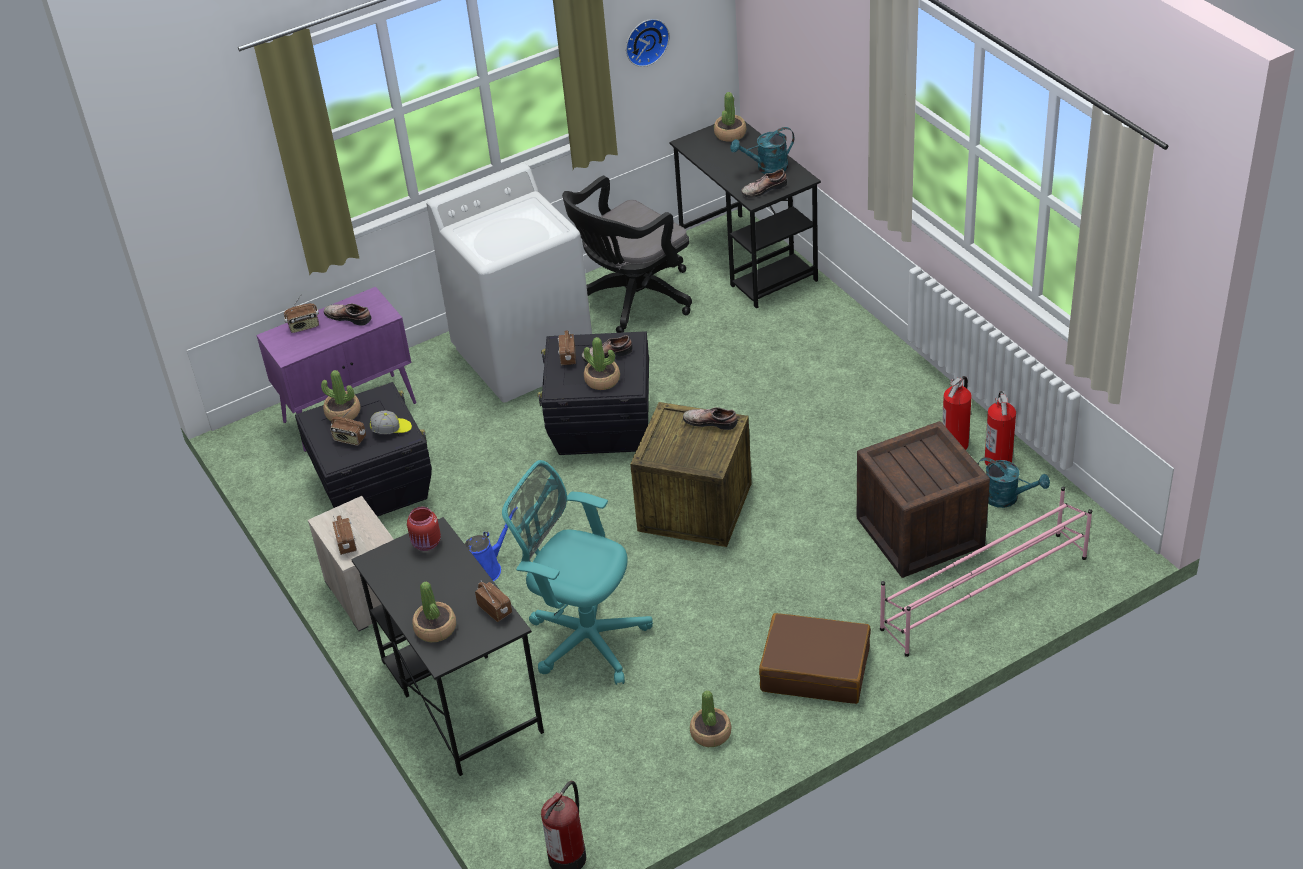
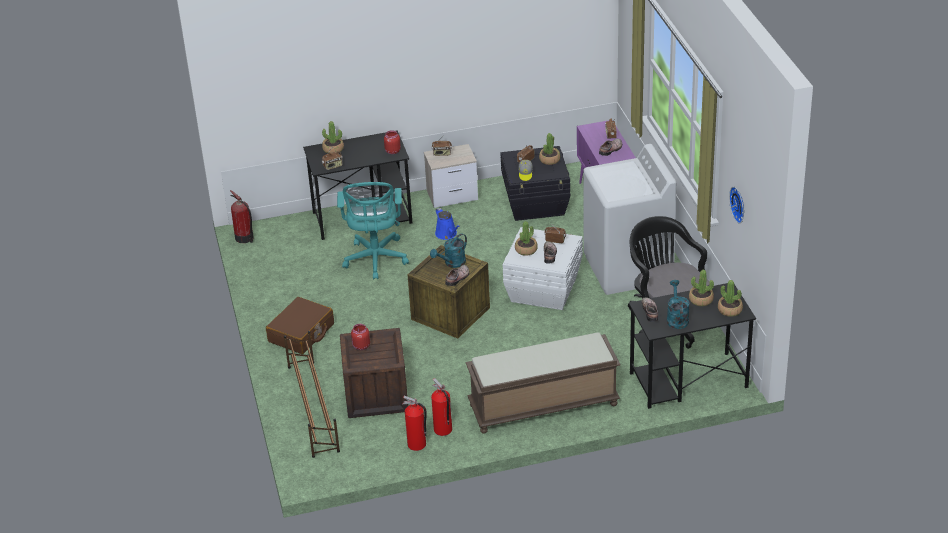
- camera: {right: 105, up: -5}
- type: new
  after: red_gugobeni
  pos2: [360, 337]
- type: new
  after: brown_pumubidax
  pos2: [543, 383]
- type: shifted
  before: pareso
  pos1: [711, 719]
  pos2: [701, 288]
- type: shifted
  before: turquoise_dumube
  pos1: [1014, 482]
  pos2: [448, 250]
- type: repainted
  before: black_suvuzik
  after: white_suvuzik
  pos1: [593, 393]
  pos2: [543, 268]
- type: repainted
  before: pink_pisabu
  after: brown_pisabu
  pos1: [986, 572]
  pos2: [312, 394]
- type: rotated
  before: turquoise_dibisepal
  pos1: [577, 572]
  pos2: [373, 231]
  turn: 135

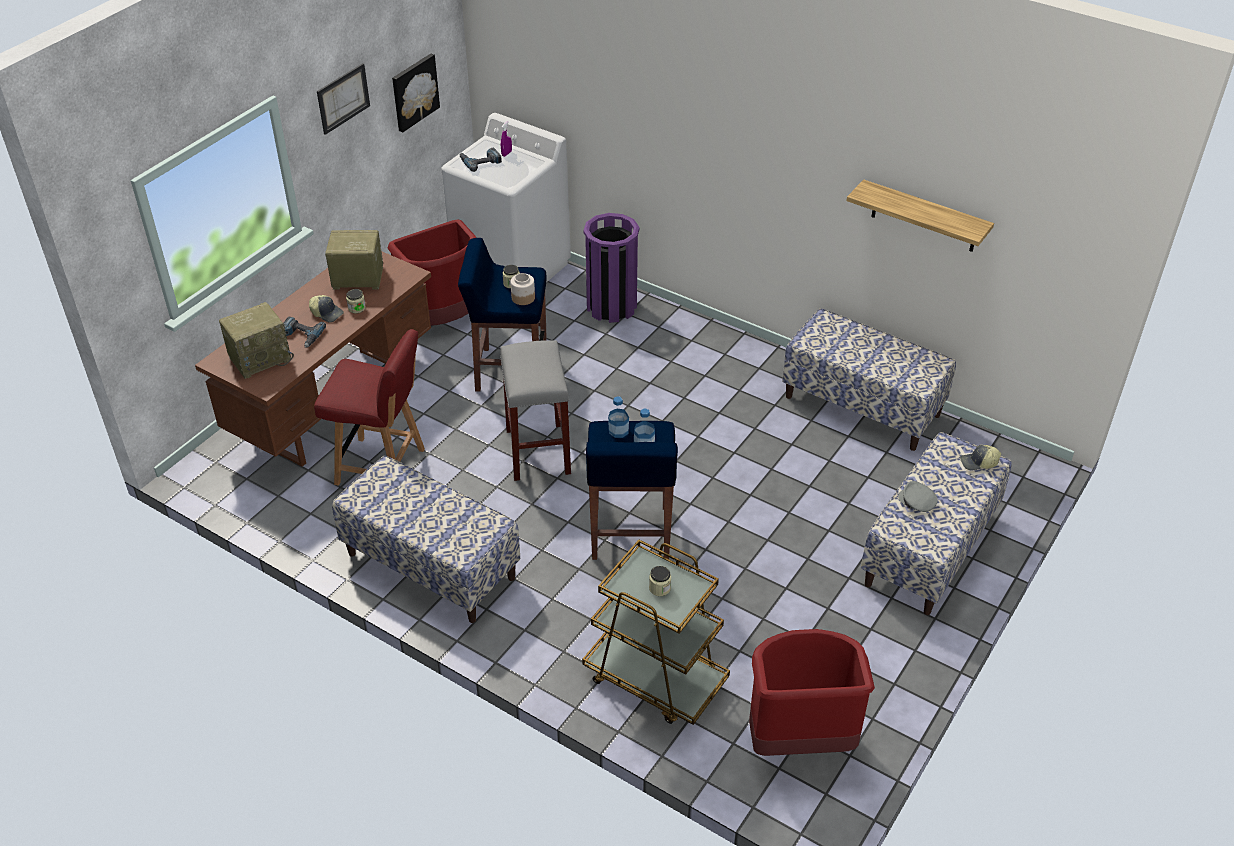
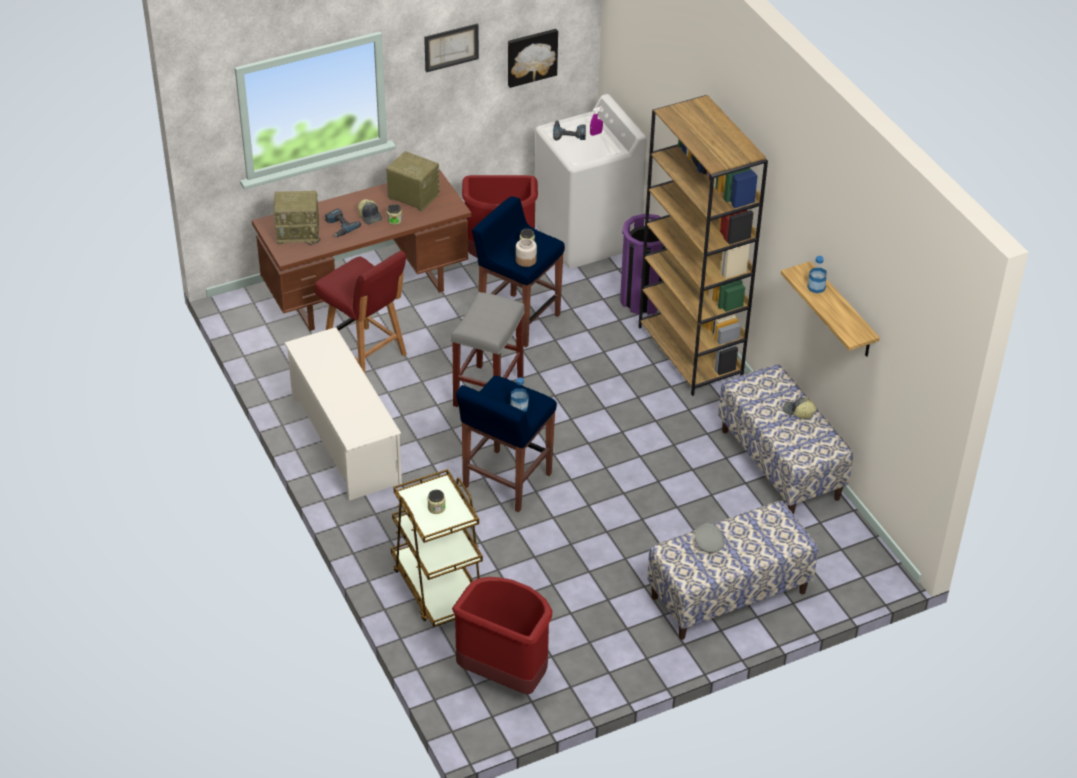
- camera: {right: 30, up: 0}
- type: new
  after: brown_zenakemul
  pos2: [703, 245]
- type: shifted
  before: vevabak
  pos1: [618, 417]
  pos2: [817, 274]
- type: shifted
  before: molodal
  pos1: [980, 457]
  pos2: [800, 408]
- type: swapped
  before: pumubidax
  after: white_pisabu
  pos1: [426, 539]
  pos2: [343, 413]

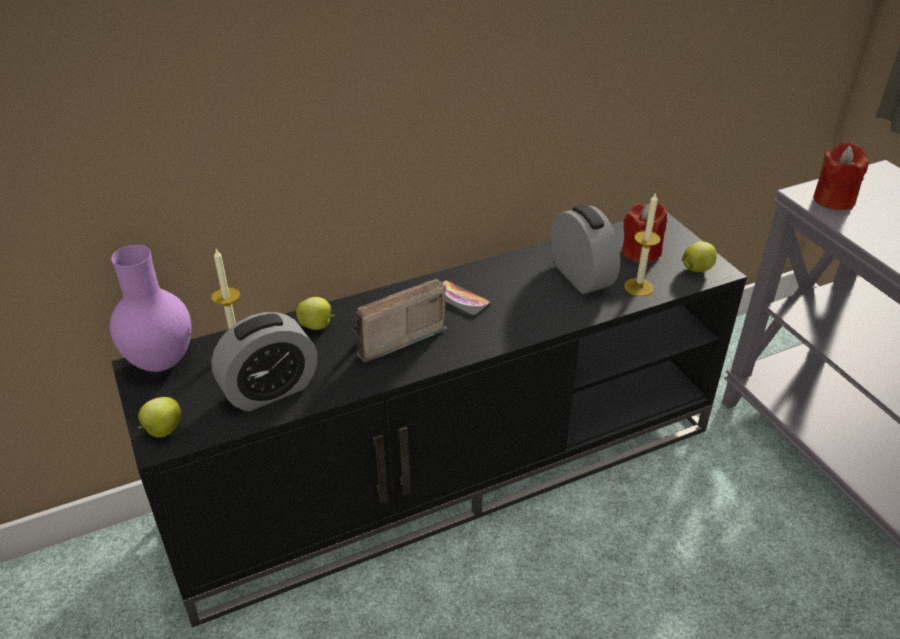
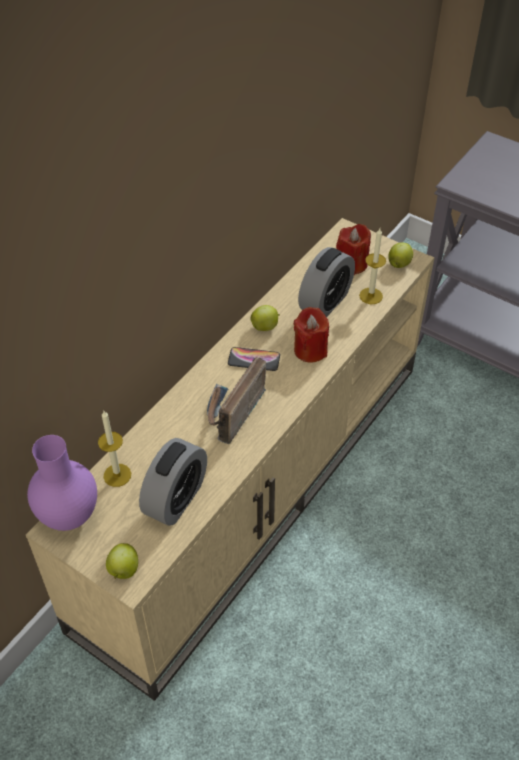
- camera: {right: -30, up: 10}
- type: shifted
  before: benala
  pos1: [315, 313]
  pos2: [265, 318]
- type: shifted
  before: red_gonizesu
  pos1: [841, 176]
  pos2: [311, 334]
- type: repainted
  before: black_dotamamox
  after: beige_dotamamox
  pos1: [429, 419]
  pos2: [230, 459]
- type: rotated
  before: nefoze
  pos1: [585, 249]
  pos2: [326, 282]
  turn: 90

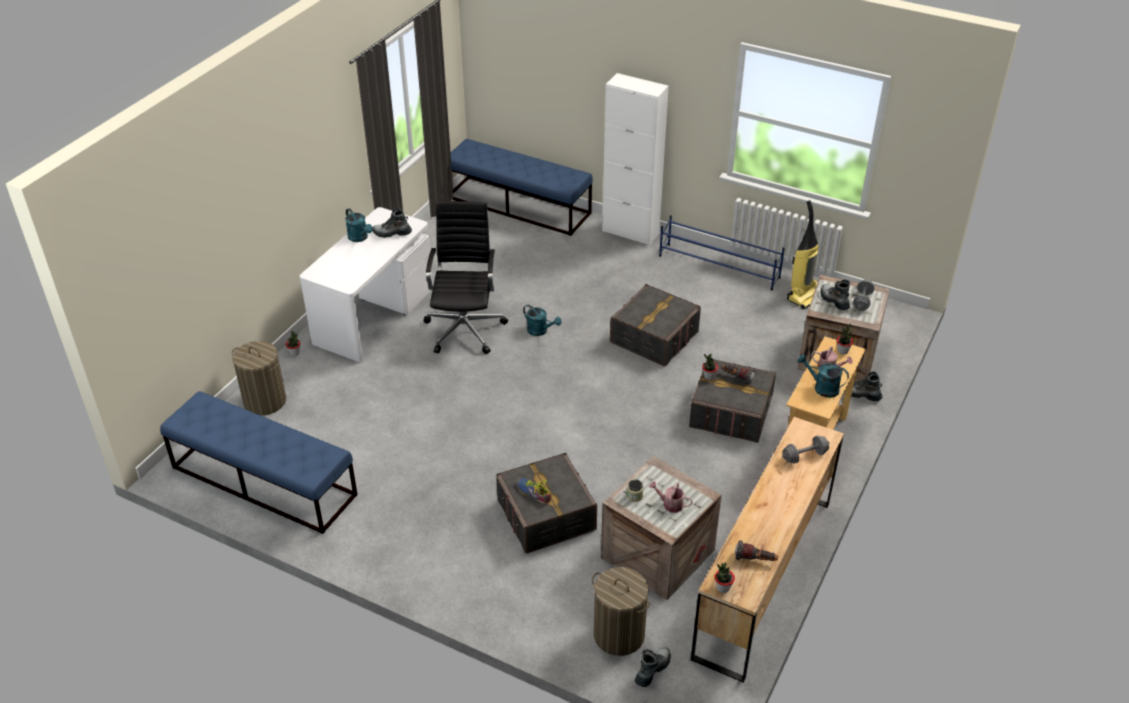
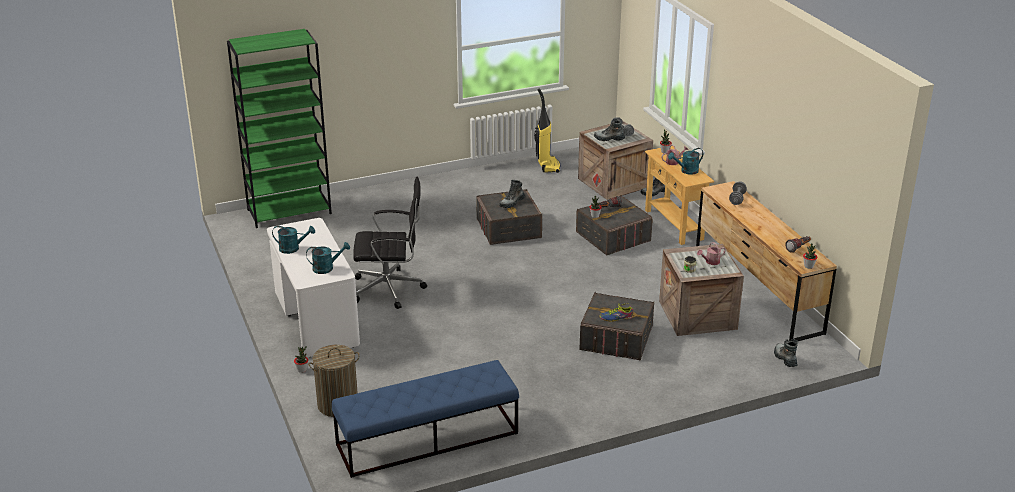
- camera: {right: -50, up: -10}
- type: gone
  before: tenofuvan
  pos1: [621, 611]
- type: gone
  before: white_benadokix
  pos1: [635, 159]
- type: gone
  before: blue_pisabu
  pos1: [722, 252]
- type: shifted
  before: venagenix
  pos1: [392, 223]
  pos2: [512, 194]
- type: shifted
  before: turquoise_dumube
  pos1: [542, 320]
  pos2: [328, 258]
- type: swapped
  before: blue_pumubidax
  after: green_zenakemul
  pos1: [522, 187]
  pos2: [279, 128]
- type: rotated
  before: black_dibisepal
  pos1: [466, 277]
  pos2: [390, 243]
  turn: 135

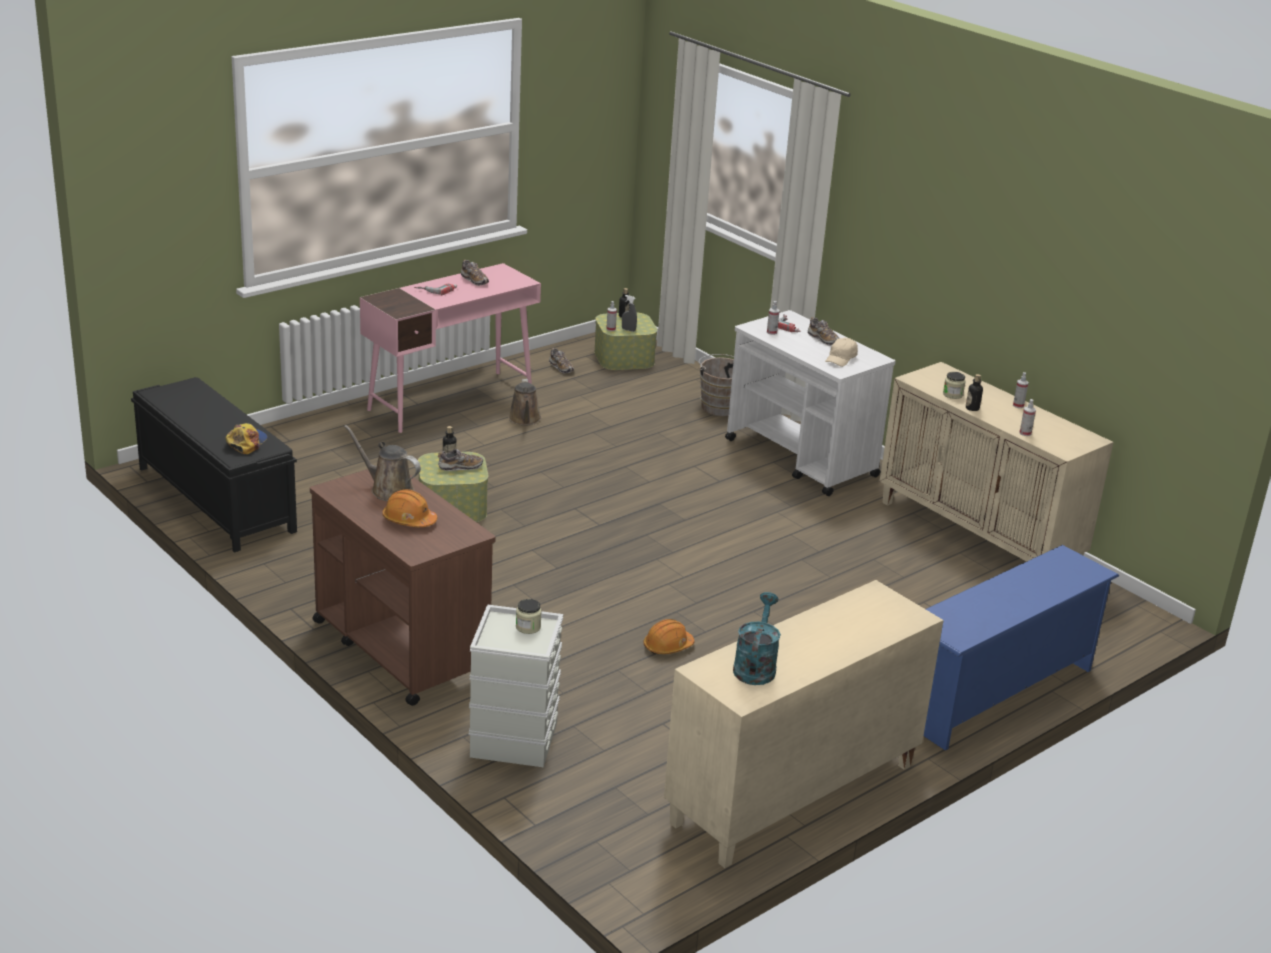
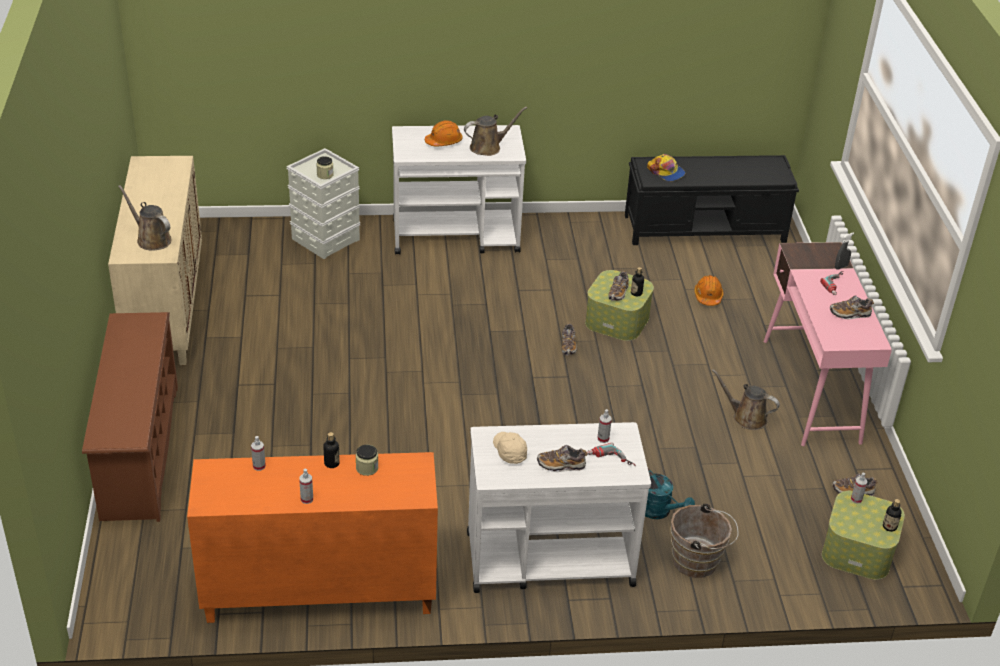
- camera: {right: 125, up: 10}
- type: new
  after: brown_dumube
  pos2: [145, 218]
- type: new
  after: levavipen
  pos2: [569, 339]
- type: shifted
  before: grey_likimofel
  pos1: [629, 313]
  pos2: [844, 250]
- type: shifted
  before: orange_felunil
  pos1: [668, 636]
  pos2: [709, 290]
- type: shifted
  before: turquoise_dumube
  pos1: [757, 638]
  pos2: [670, 494]
- type: repainted
  before: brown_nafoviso
  after: white_nafoviso
  pos1: [403, 587]
  pos2: [459, 190]
- type: repainted
  before: beige_benadokix
  after: orange_benadokix
  pos1: [997, 462]
  pos2: [312, 537]
- type: repainted
  before: blue_pisabu
  after: brown_pisabu
  pos1: [1021, 648]
  pos2: [130, 417]

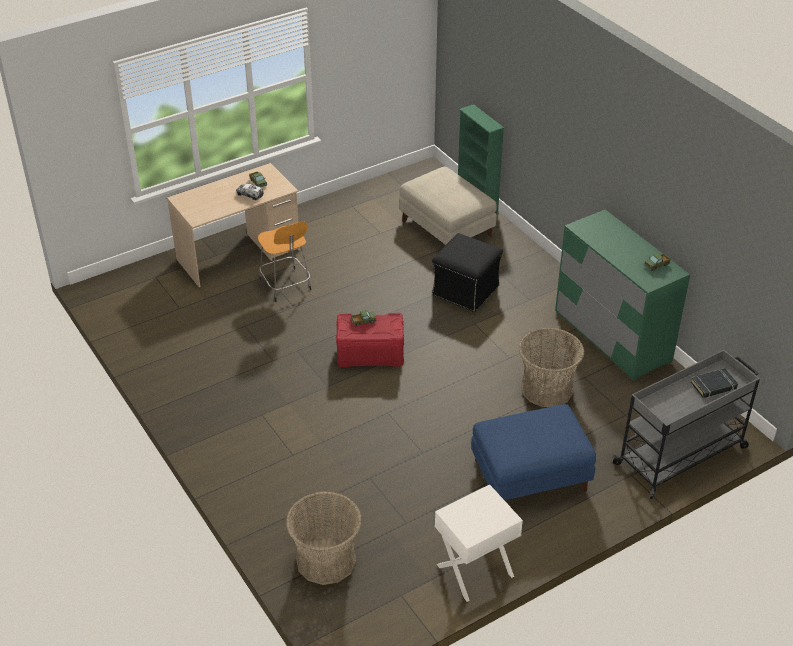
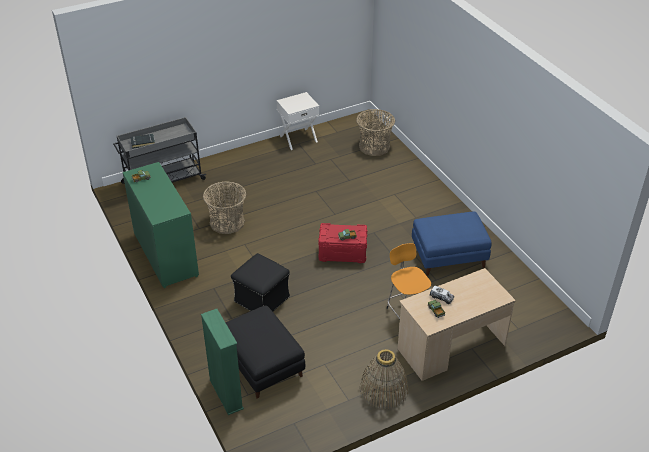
- camera: {right: -175, up: 0}
- type: new
  after: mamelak
  pos2: [384, 379]
- type: shifted
  before: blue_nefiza
  pos1: [533, 452]
  pos2: [452, 244]
- type: repainted
  before: beige_nefiza
  after: black_nefiza
  pos1: [448, 206]
  pos2: [265, 352]

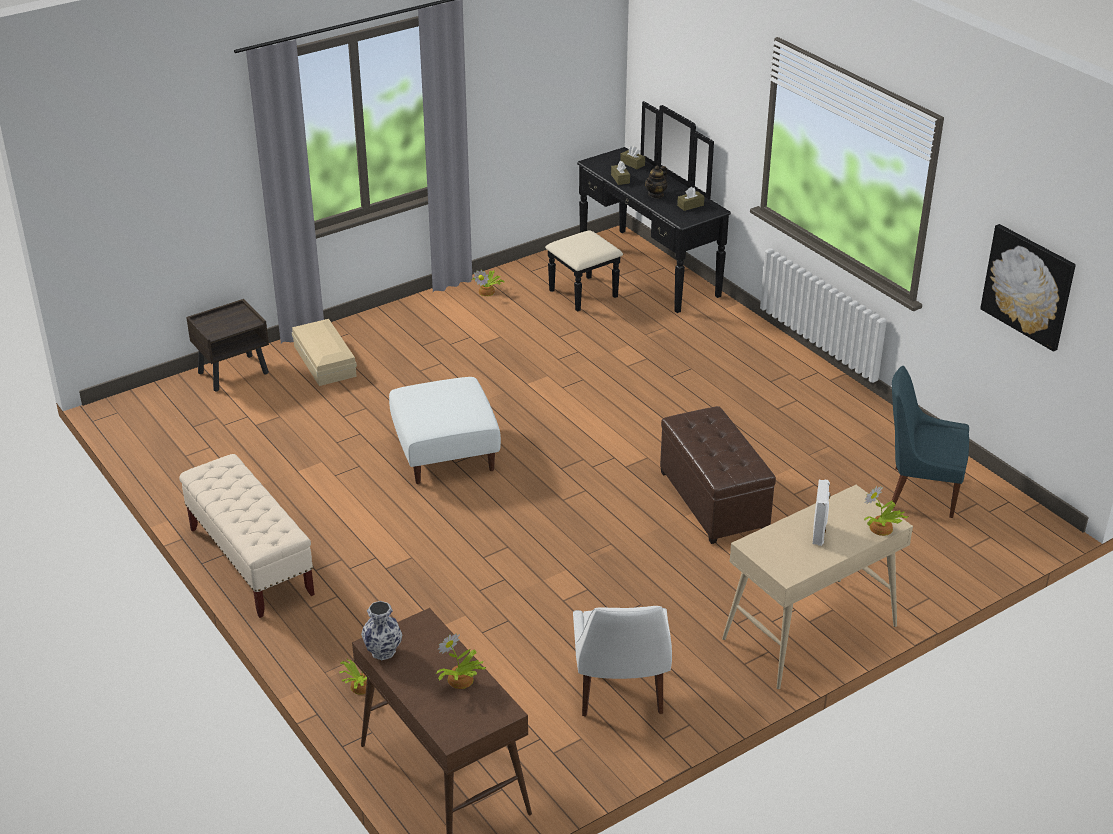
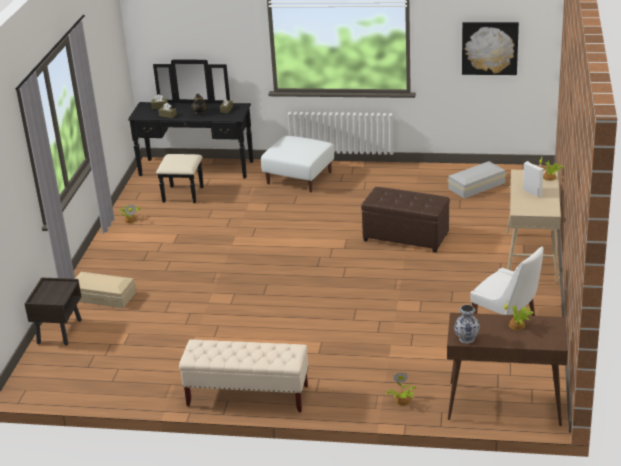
- camera: {right: -45, up: -5}
- type: shifted
  before: white_nefiza
  pos1: [445, 430]
  pos2: [297, 164]
- type: swapped
  before: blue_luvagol
  after: white_suvuzik
  pos1: [930, 442]
  pos2: [477, 180]

